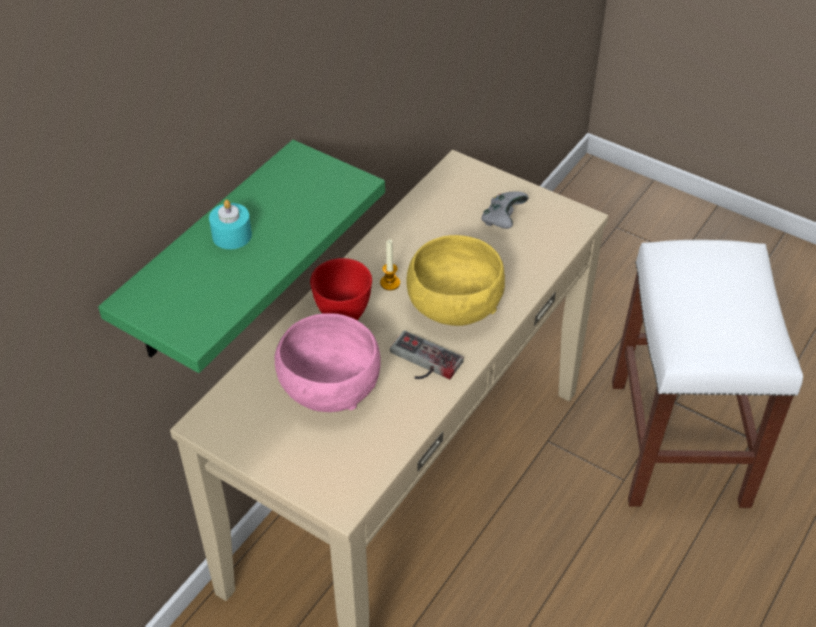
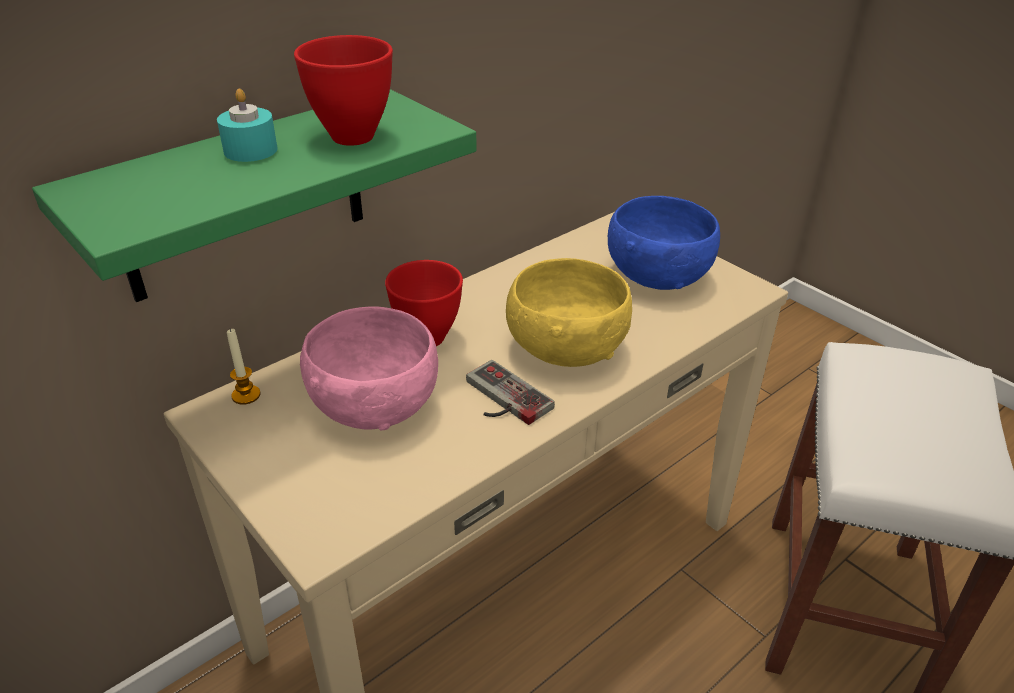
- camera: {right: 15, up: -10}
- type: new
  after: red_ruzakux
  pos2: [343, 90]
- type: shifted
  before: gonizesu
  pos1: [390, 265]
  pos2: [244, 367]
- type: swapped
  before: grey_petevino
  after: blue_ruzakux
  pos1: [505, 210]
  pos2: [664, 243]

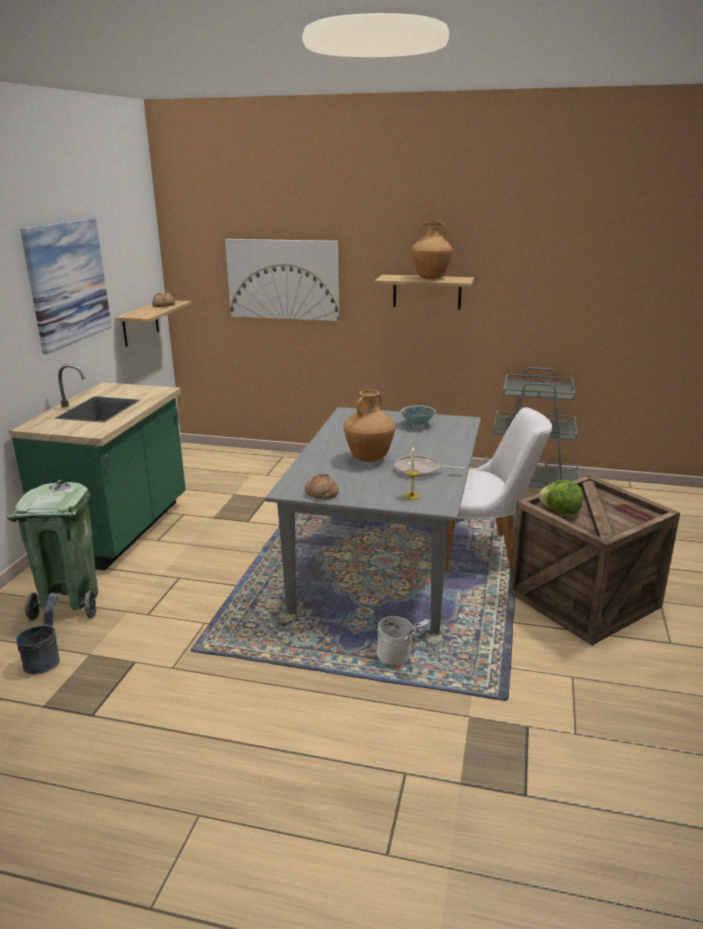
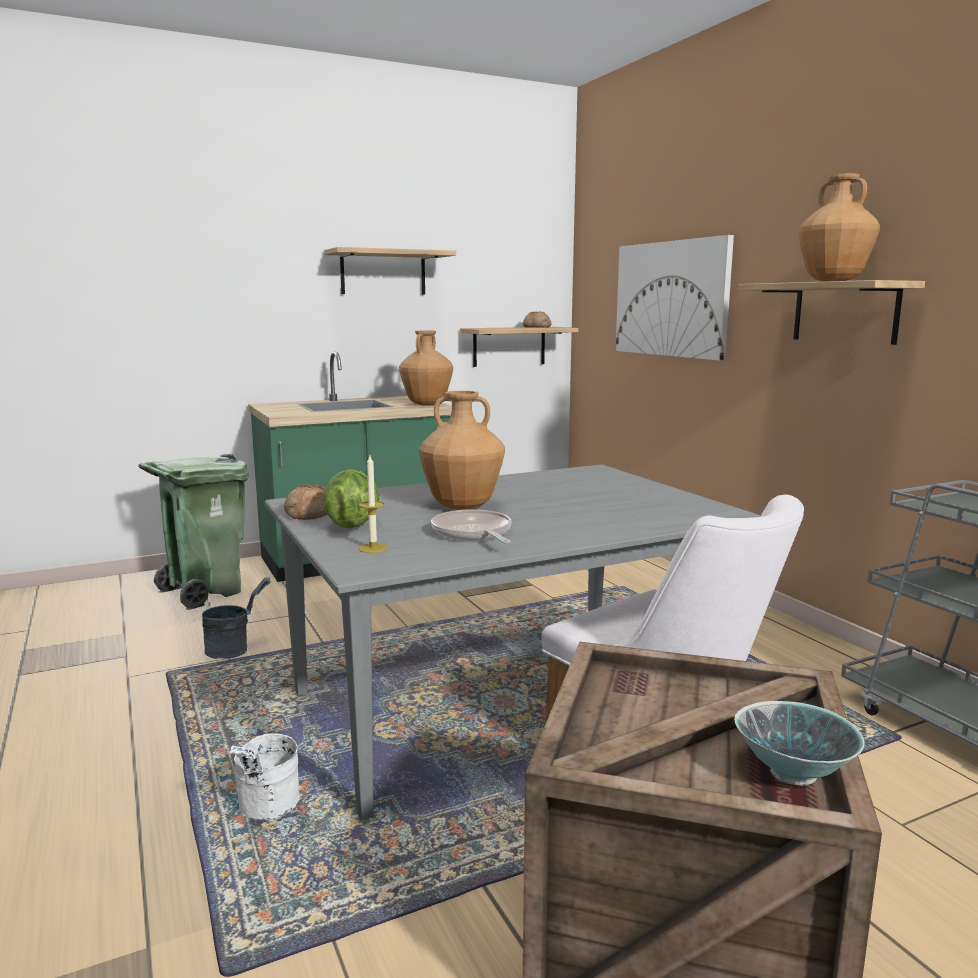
- camera: {right: 50, up: -10}
- type: new
  after: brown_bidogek
  pos2: [426, 368]
- type: shifted
  before: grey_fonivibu
  pos1: [38, 633]
  pos2: [236, 618]
- type: shifted
  before: ruzakux
  pos1: [418, 416]
  pos2: [799, 743]
- type: shifted
  before: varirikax
  pos1: [560, 497]
  pos2: [350, 498]
- type: swapped
  before: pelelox
  after: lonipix
  pos1: [66, 286]
  pos2: [390, 271]

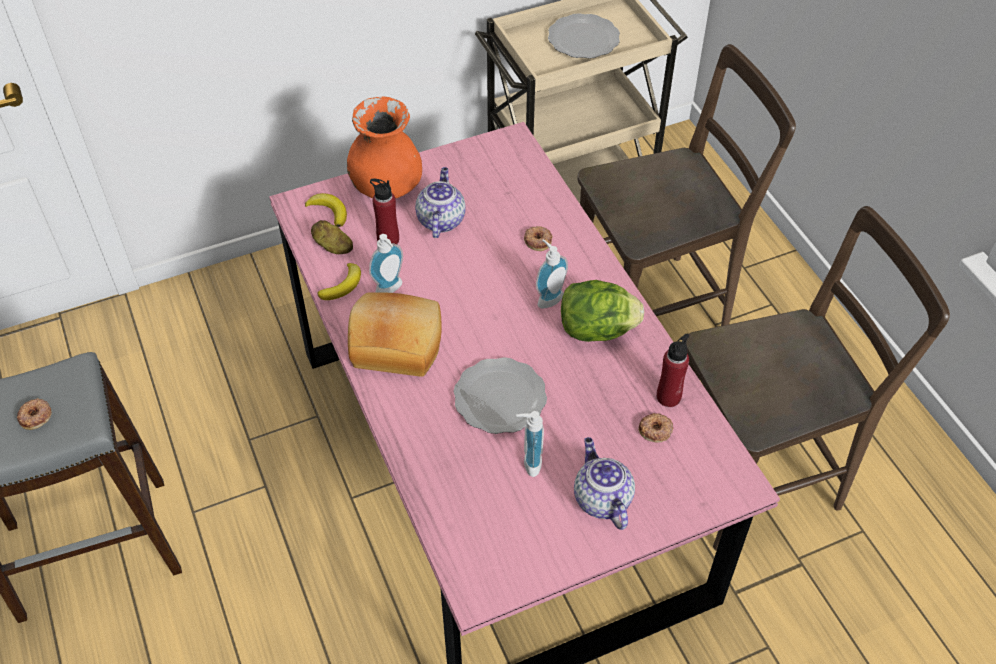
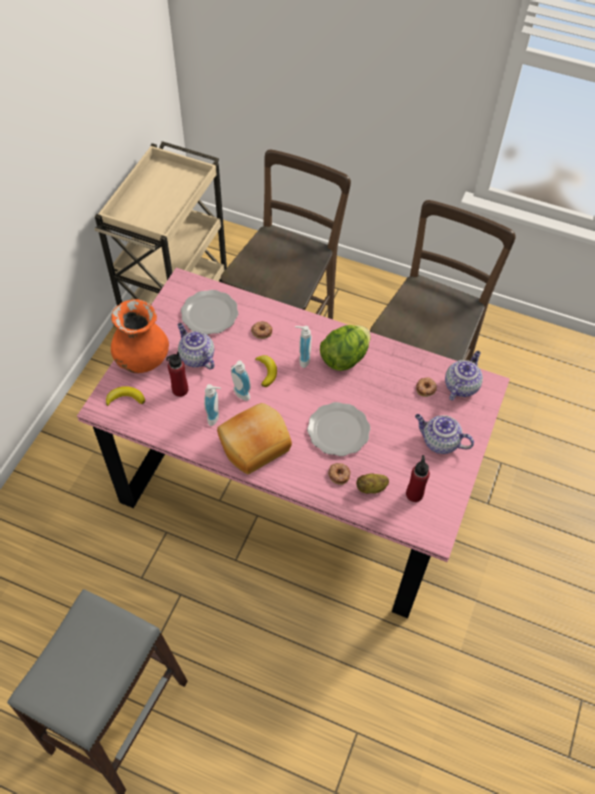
- camera: {right: -45, up: 5}
- type: new
  after: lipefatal
  pos2: [464, 375]
- type: shifted
  before: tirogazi
  pos1: [34, 414]
  pos2: [339, 474]
- type: shifted
  before: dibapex
  pos1: [332, 237]
  pos2: [372, 483]
- type: shifted
  before: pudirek
  pos1: [339, 281]
  pos2: [266, 371]
- type: shifted
  before: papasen
  pos1: [530, 444]
  pos2: [241, 380]
- type: shifted
  before: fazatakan
  pos1: [584, 36]
  pos2: [209, 312]
- type: shifted
  before: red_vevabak
  pos1: [673, 370]
  pos2: [418, 478]

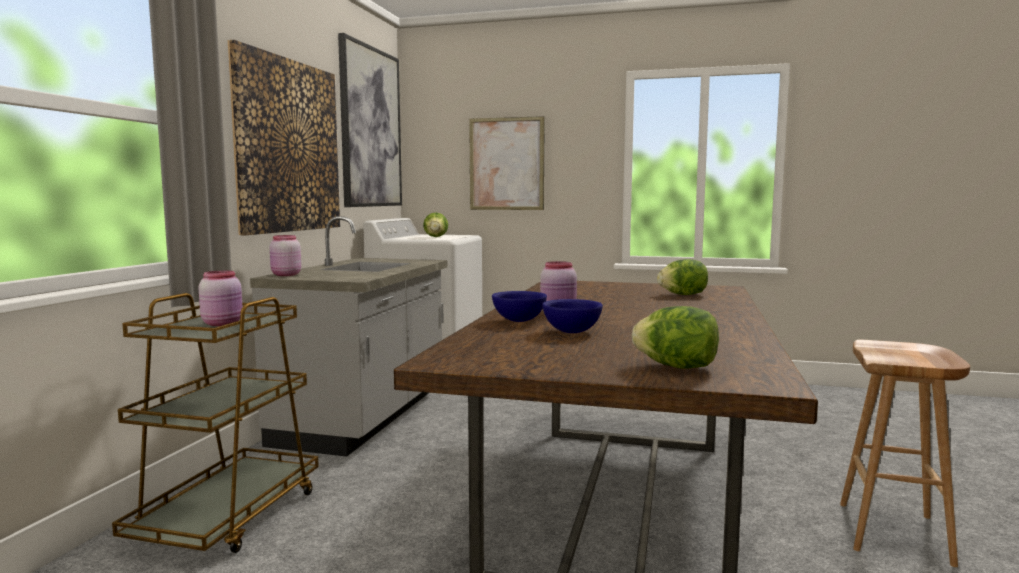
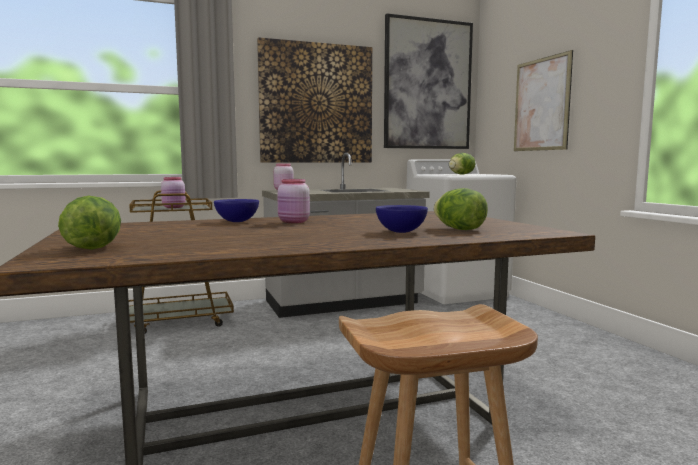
- camera: {right: 55, up: 0}
- type: shifted
  before: blue_ruzakux
  pos1: [572, 316]
  pos2: [402, 219]

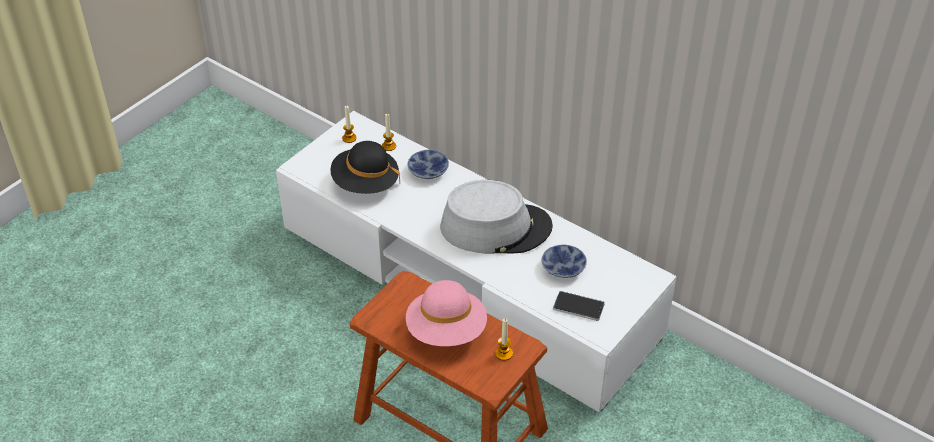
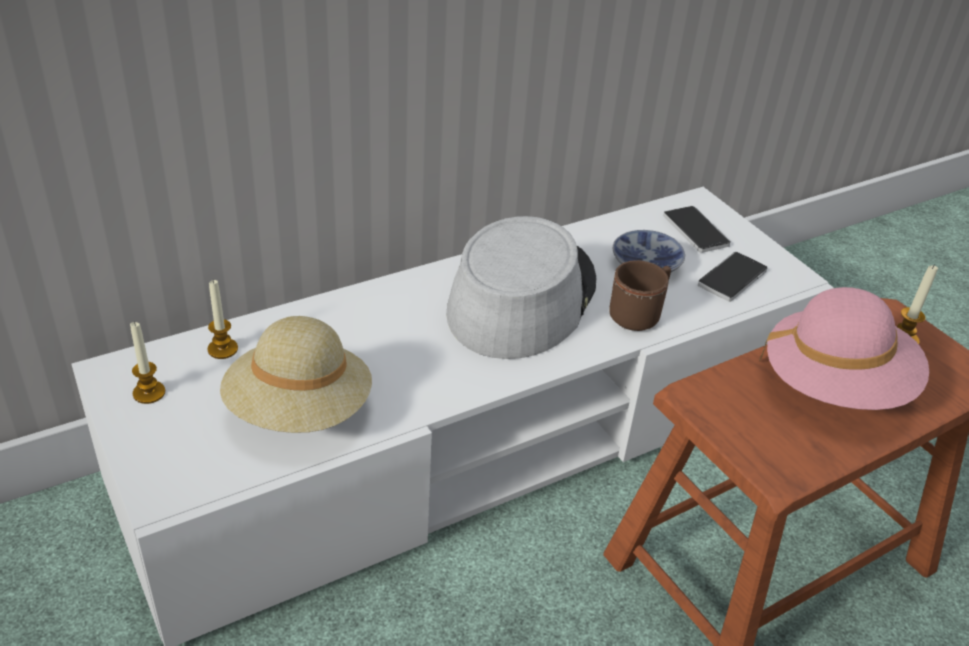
- camera: {right: -70, up: -5}
- type: gone
  before: ruzakux
  pos1: [428, 164]
- type: new
  after: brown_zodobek
  pos2: [640, 295]
- type: new
  after: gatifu
  pos2: [697, 229]
- type: repainted
  before: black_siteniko
  after: beige_siteniko
  pos1: [365, 167]
  pos2: [296, 374]

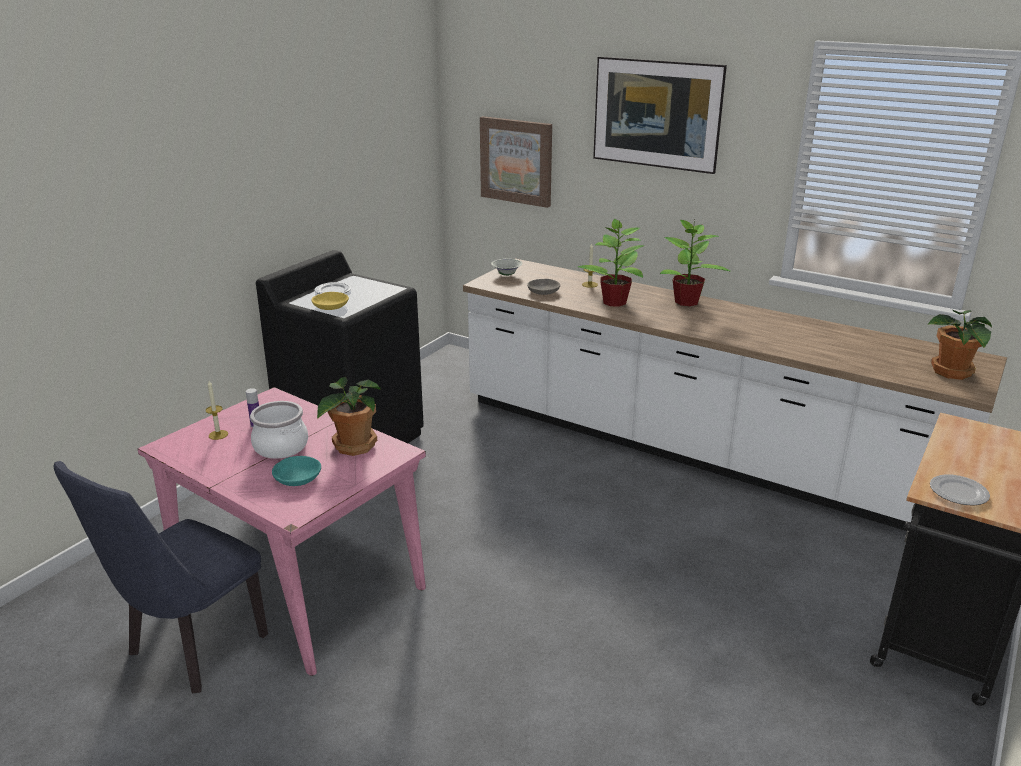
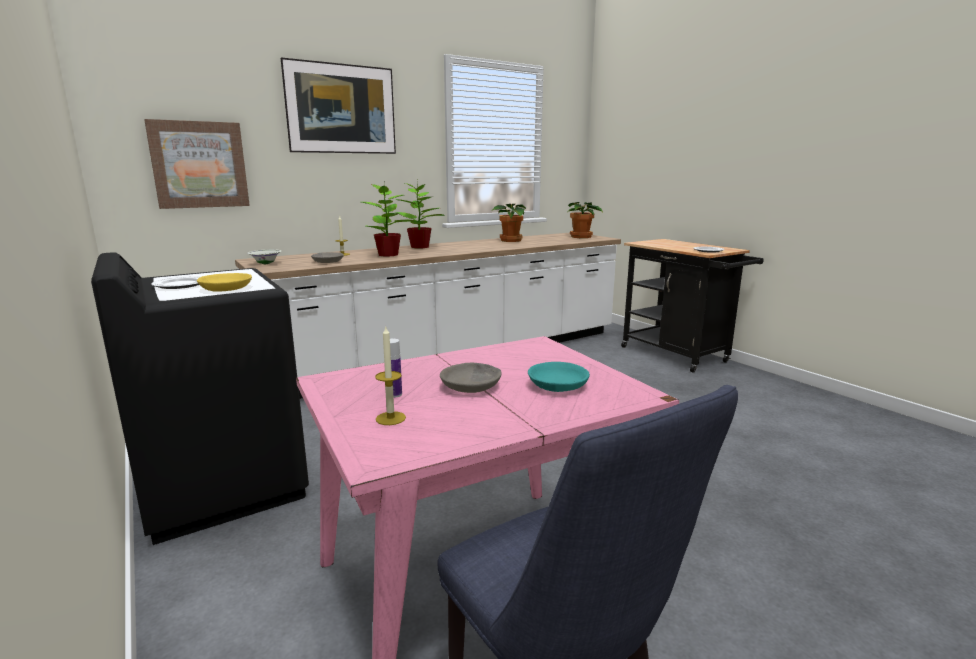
- camera: {right: -65, up: -10}
- type: shifted
  before: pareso
  pos1: [349, 416]
  pos2: [509, 223]
- type: swapped
  before: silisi
  after: grey_ruzakux
  pos1: [279, 430]
  pos2: [471, 378]

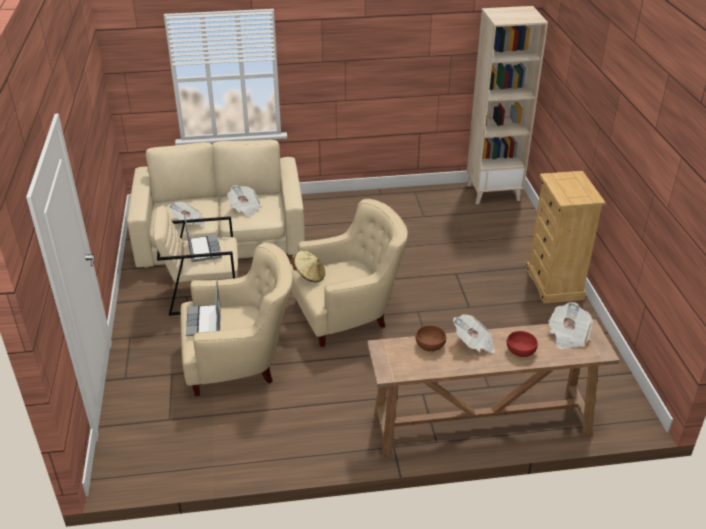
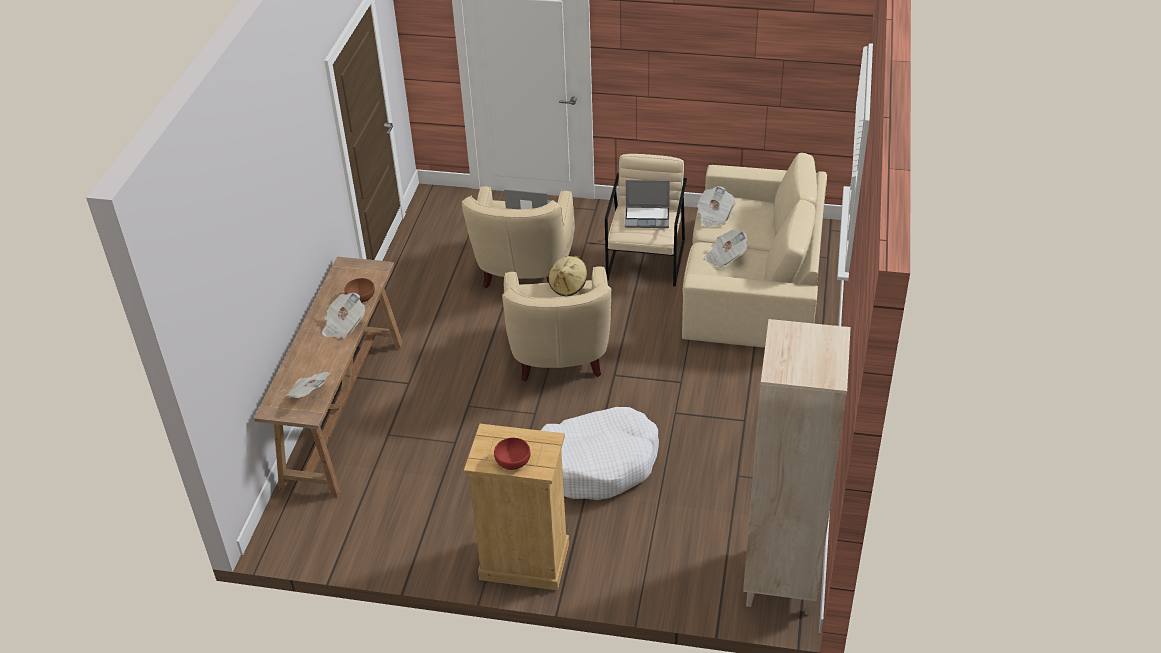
- camera: {right: 110, up: 5}
- type: new
  after: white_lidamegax
  pos2: [600, 453]
- type: shifted
  before: red_ruzakux
  pos1: [522, 344]
  pos2: [512, 454]

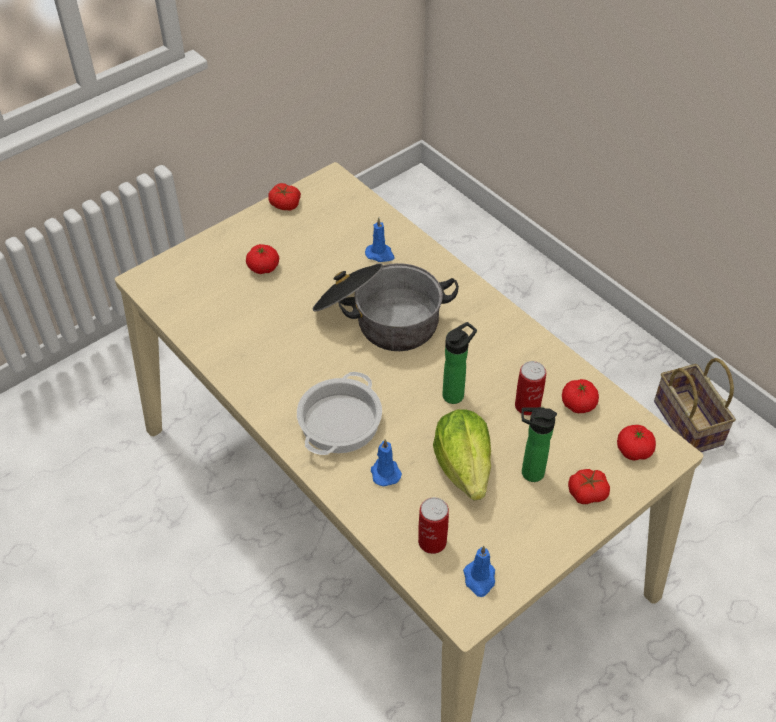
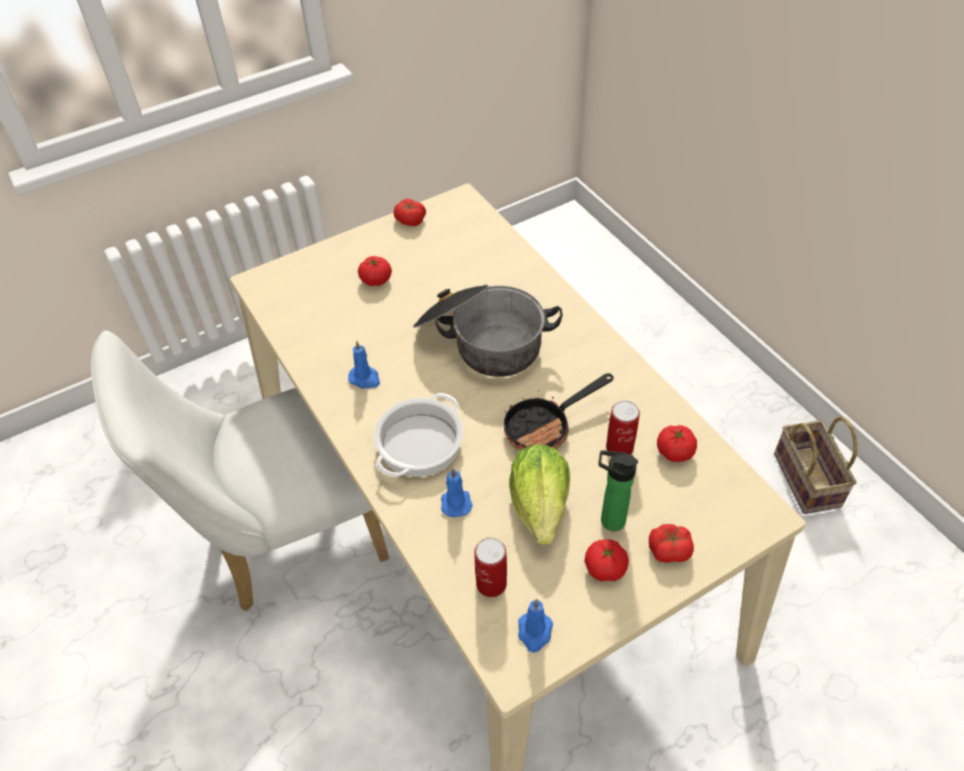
- camera: {right: 10, up: 0}
- type: new
  after: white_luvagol
  pos2: [240, 471]
- type: shifted
  before: blue_gonizesu
  pos1: [380, 240]
  pos2: [364, 364]
- type: shifted
  before: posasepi
  pos1: [636, 443]
  pos2: [606, 560]
- type: swapped
  before: vevabak
  after: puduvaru
  pos1: [459, 363]
  pos2: [559, 412]

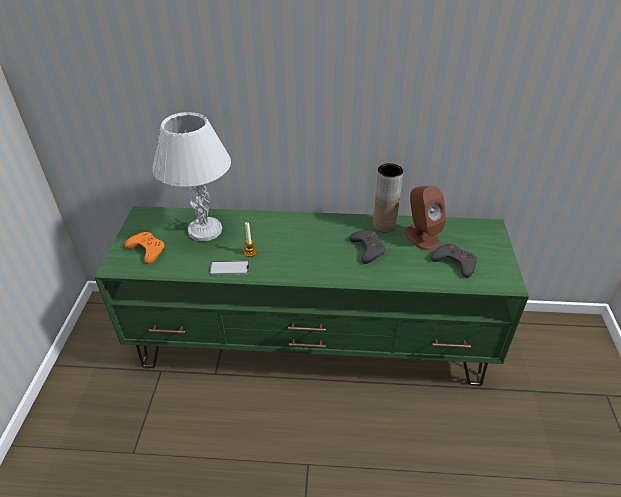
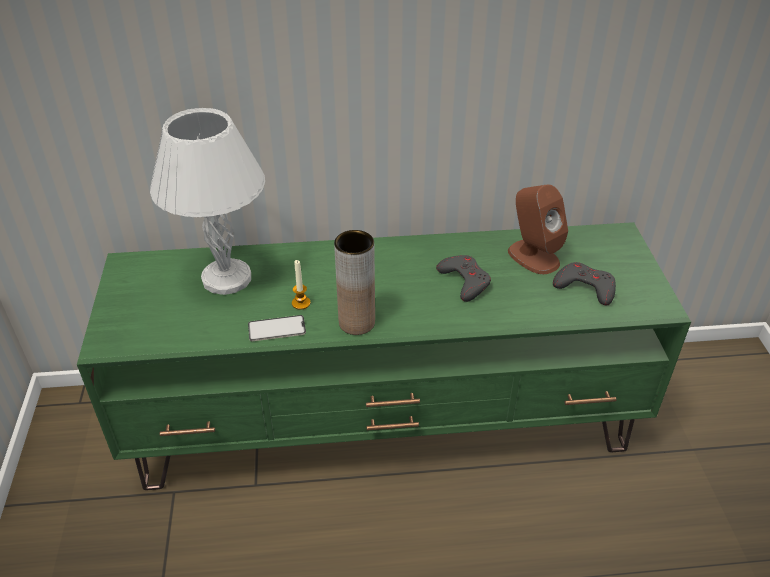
- camera: {right: -10, up: 0}
- type: gone
  before: orange_petevino
  pos1: [145, 248]
- type: shifted
  before: brown_bidogek
  pos1: [388, 197]
  pos2: [354, 282]

